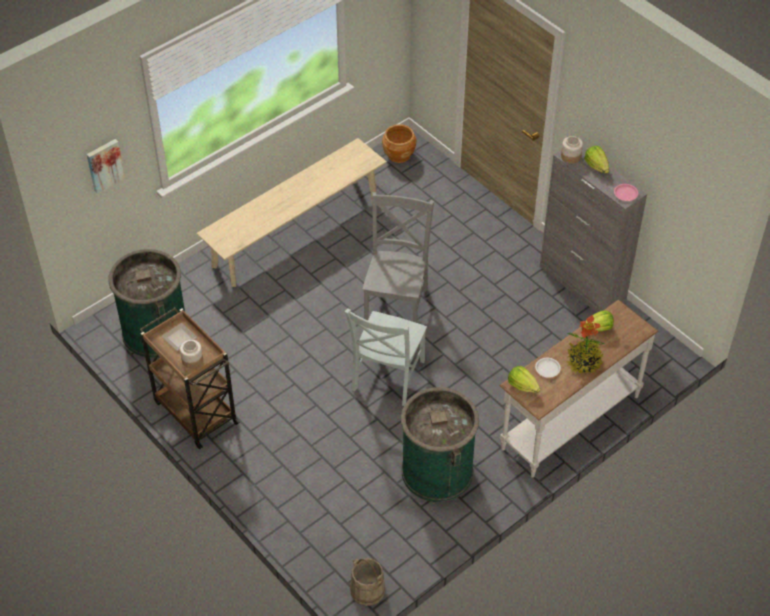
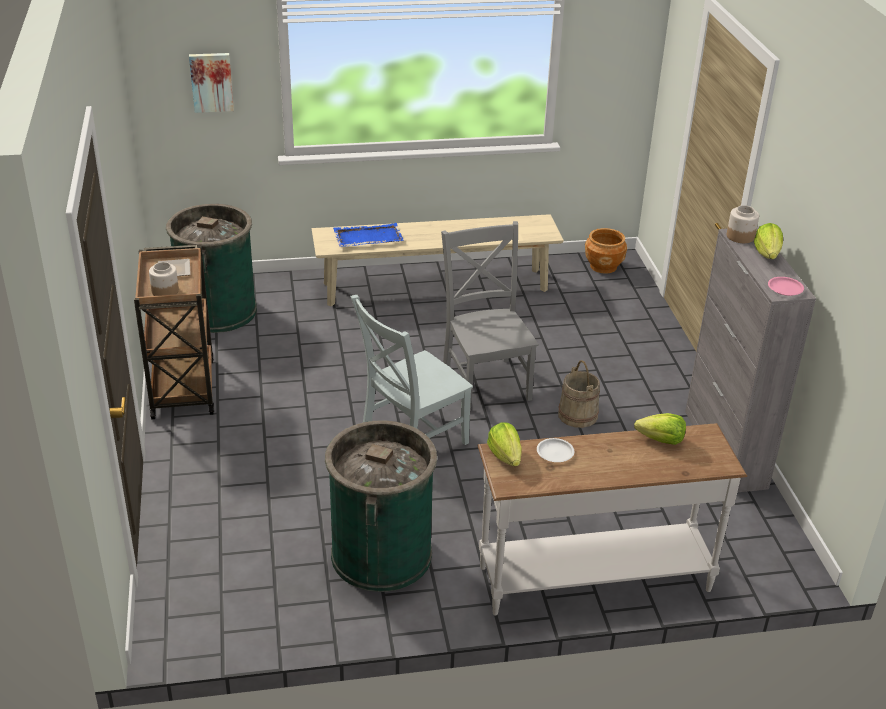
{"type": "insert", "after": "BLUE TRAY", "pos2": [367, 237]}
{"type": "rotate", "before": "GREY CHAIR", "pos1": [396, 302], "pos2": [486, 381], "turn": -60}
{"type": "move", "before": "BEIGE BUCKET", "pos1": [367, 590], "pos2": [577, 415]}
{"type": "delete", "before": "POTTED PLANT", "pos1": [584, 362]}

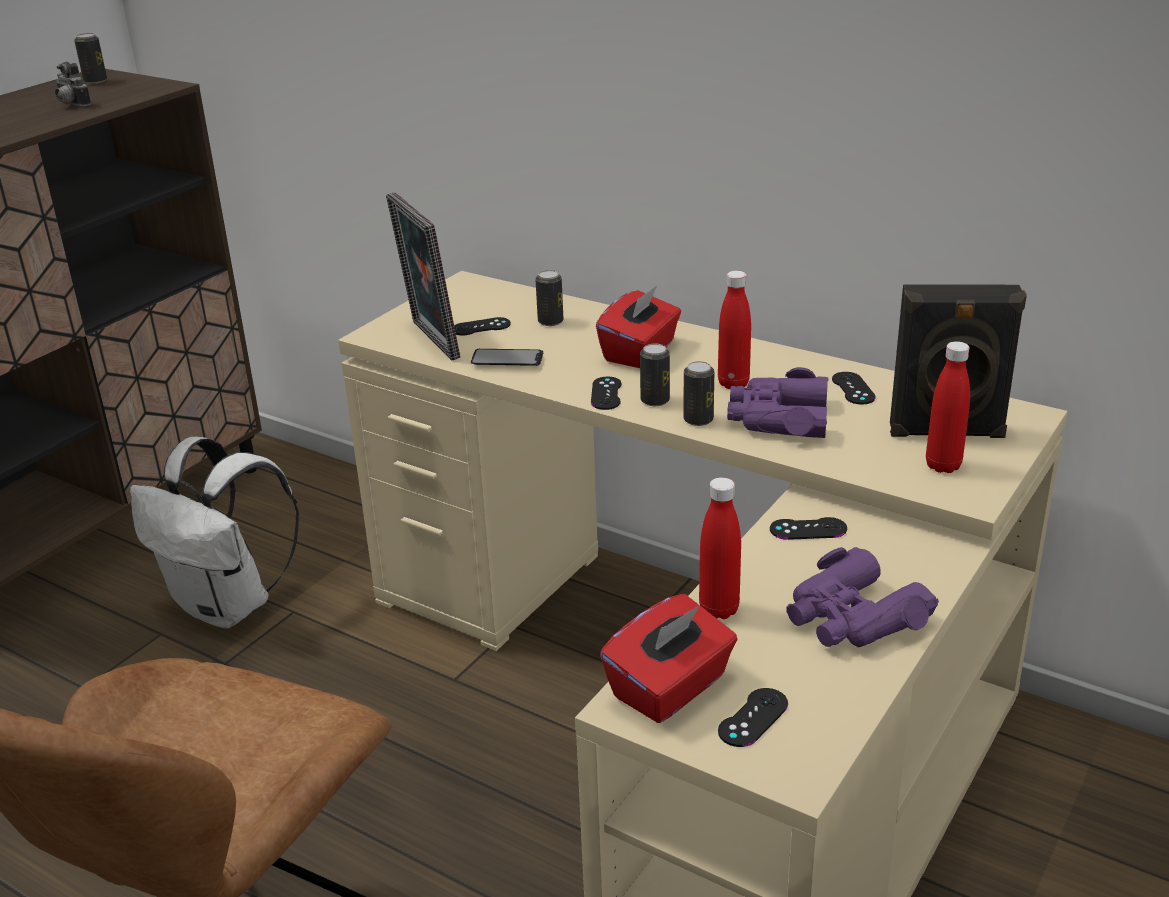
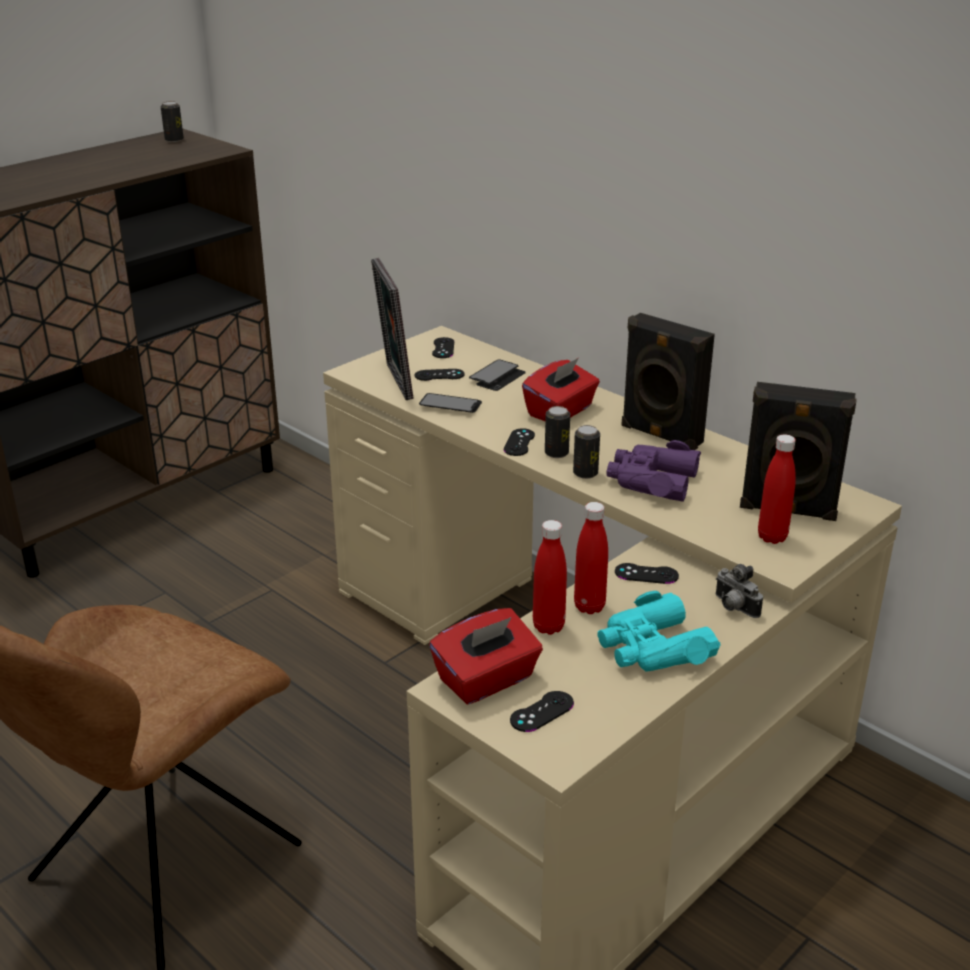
{"type": "move", "before": "BLACK GAME CONTROLLER", "pos1": [853, 388], "pos2": [443, 348]}
{"type": "replace", "before": "CAN", "after": "PHONE", "pos1": [550, 321], "pos2": [497, 377]}
{"type": "move", "before": "RED BOTTLE", "pos1": [733, 383], "pos2": [589, 606]}
{"type": "recolor", "before": "PURPLE BINOCULARS", "after": "TURQUOISE BINOCULARS", "pos1": [852, 618], "pos2": [652, 648]}
{"type": "insert", "after": "BLACK SPEAKER", "pos2": [660, 435]}
{"type": "move", "before": "PHOTO CAMERA", "pos1": [71, 104], "pos2": [733, 608]}
{"type": "delete", "before": "WHITE BACKPACK", "pos1": [229, 606]}

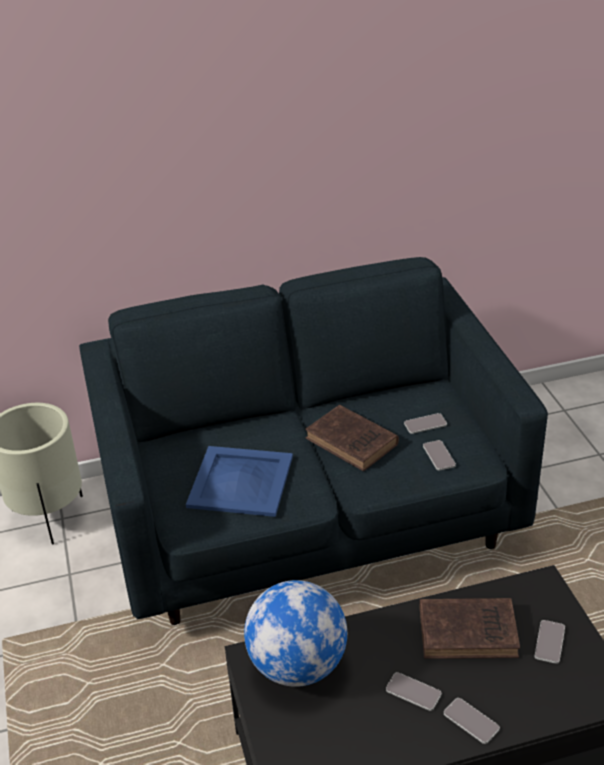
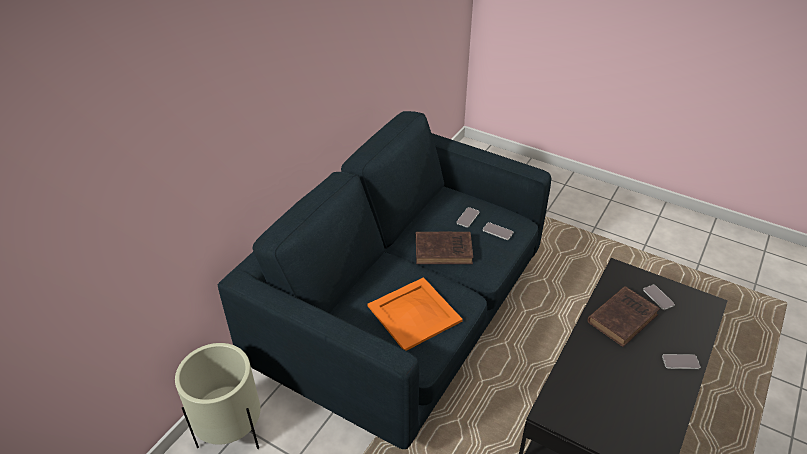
{"type": "recolor", "before": "BLUE TRAY", "after": "ORANGE TRAY", "pos1": [240, 481], "pos2": [413, 313]}
{"type": "delete", "before": "GLOBE", "pos1": [298, 666]}
{"type": "delete", "before": "PHONE", "pos1": [413, 692]}

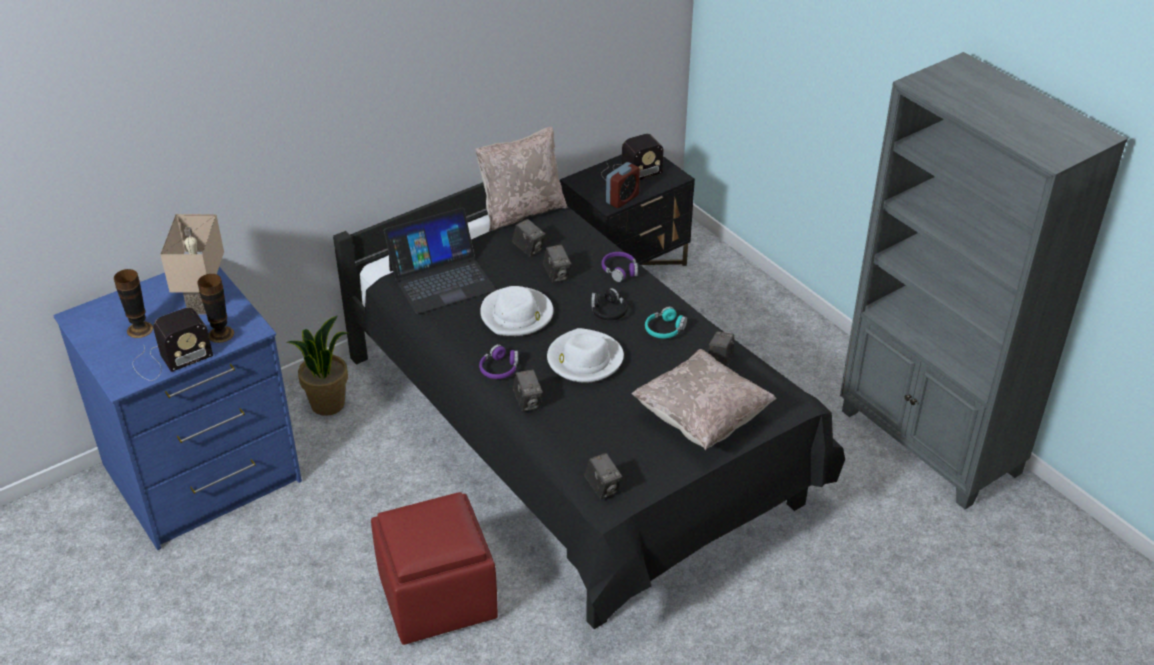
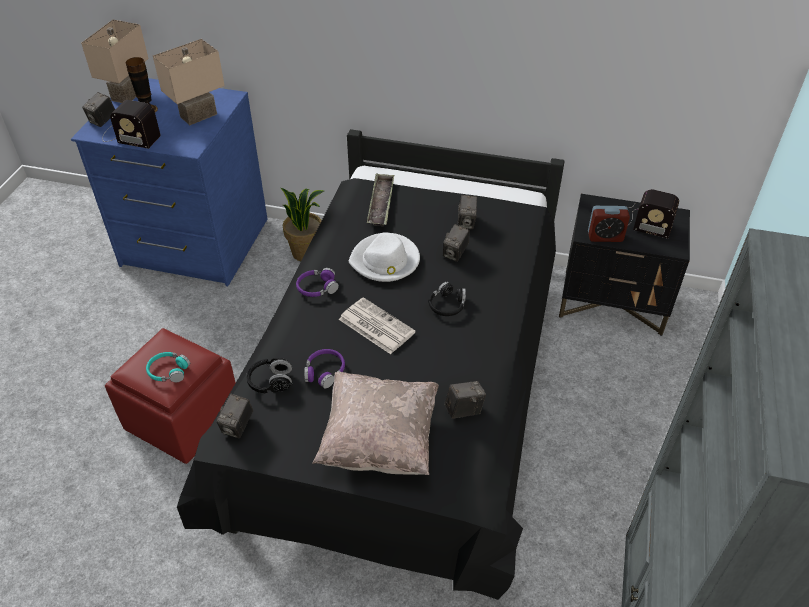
{"type": "insert", "after": "BEIGE TABLE LAMP", "pos2": [127, 94]}
{"type": "move", "before": "PHOTO CAMERA", "pos1": [528, 402], "pos2": [103, 121]}
{"type": "move", "before": "TURQUOISE HEADPHONES", "pos1": [664, 329], "pos2": [168, 371]}
{"type": "insert", "after": "BLACK HEADPHONES", "pos2": [271, 382]}
{"type": "move", "before": "PURPLE HEADPHONES", "pos1": [619, 270], "pos2": [324, 372]}
{"type": "replace", "before": "WHITE HAT", "after": "NEWSPAPER", "pos1": [584, 359], "pos2": [375, 326]}
{"type": "replace", "before": "LAPTOP", "after": "TRAY", "pos1": [441, 279], "pos2": [381, 203]}
{"type": "delete", "before": "VASE", "pos1": [221, 334]}
{"type": "delete", "before": "BEIGE PILLOW", "pos1": [522, 211]}

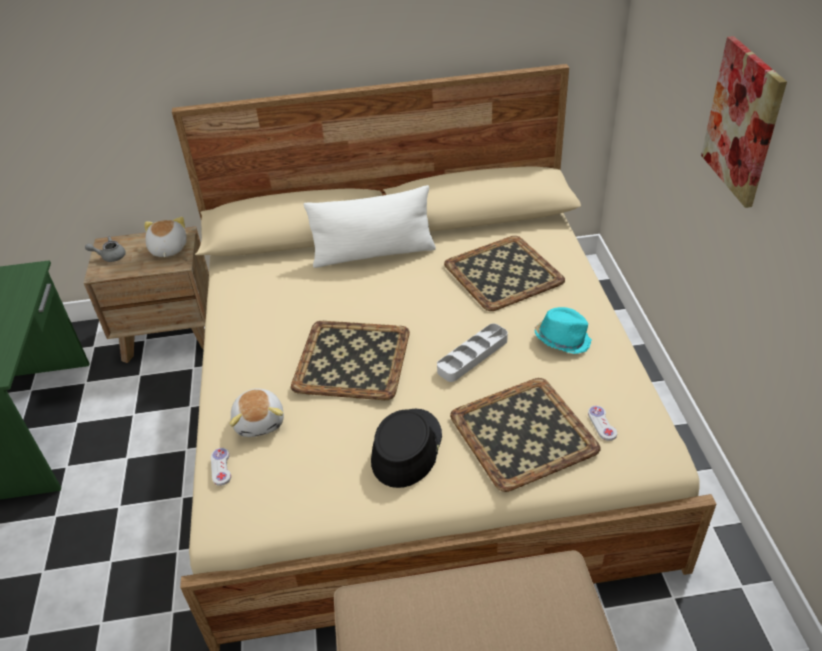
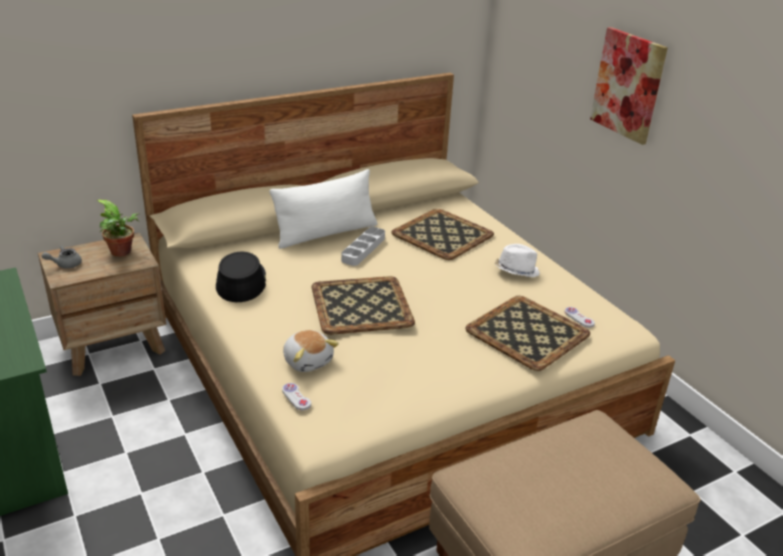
{"type": "replace", "before": "PLUSH TOY", "after": "POTTED PLANT", "pos1": [167, 249], "pos2": [123, 252]}
{"type": "move", "before": "BLACK HAT", "pos1": [406, 448], "pos2": [241, 282]}
{"type": "move", "before": "GREY TRAY", "pos1": [472, 356], "pos2": [363, 249]}
{"type": "recolor", "before": "TURQUOISE HAT", "after": "WHITE HAT", "pos1": [562, 339], "pos2": [516, 271]}

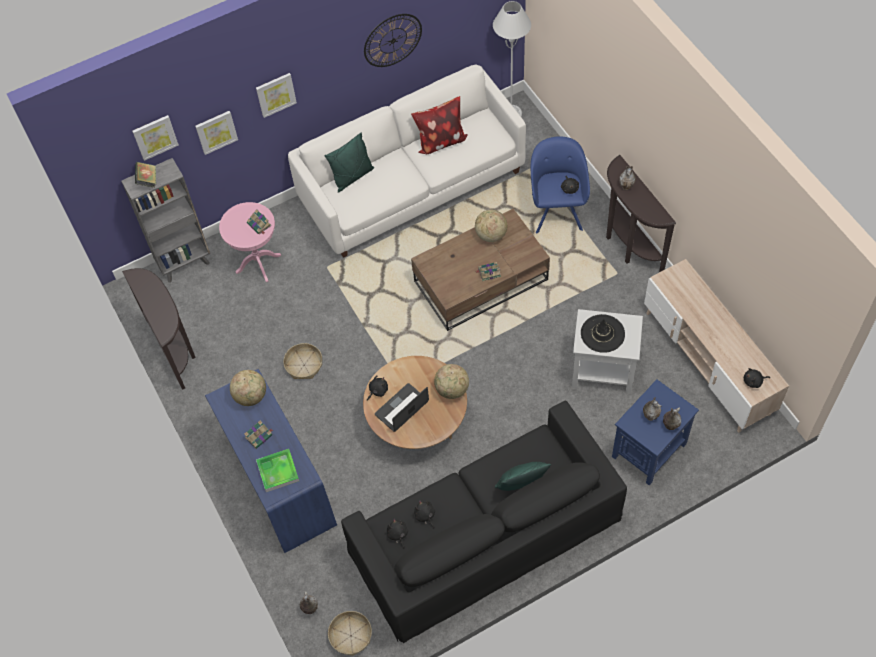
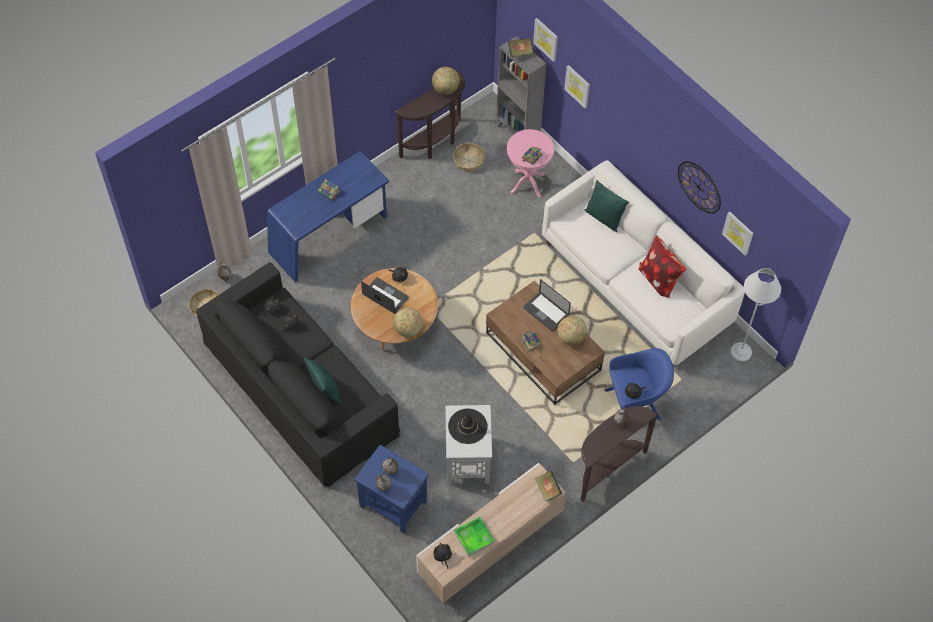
{"type": "move", "before": "GLOBE", "pos1": [251, 396], "pos2": [445, 89]}
{"type": "move", "before": "BASKET", "pos1": [304, 365], "pos2": [469, 160]}
{"type": "move", "before": "TRAY", "pos1": [278, 471], "pos2": [474, 537]}
{"type": "insert", "after": "LAPTOP", "pos2": [545, 312]}
{"type": "insert", "after": "BOOK", "pos2": [548, 489]}
{"type": "move", "before": "PICTURE", "pos1": [275, 94], "pos2": [738, 232]}

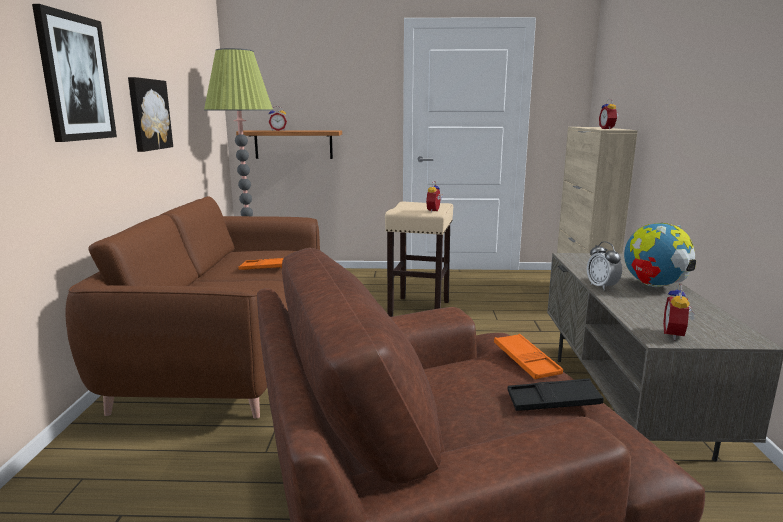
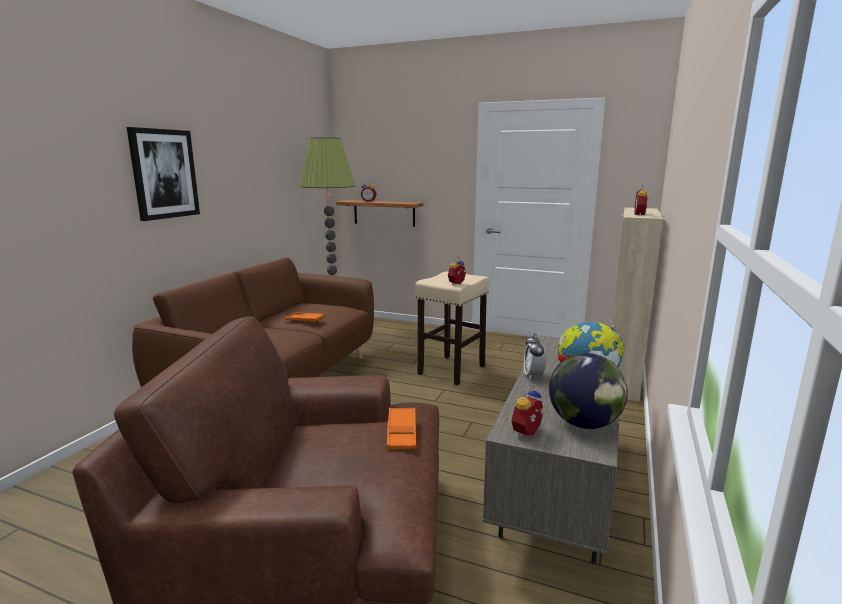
{"type": "insert", "after": "GLOBE", "pos2": [583, 424]}
{"type": "delete", "before": "PICTURE", "pos1": [148, 114]}
{"type": "delete", "before": "BLACK TRAY", "pos1": [553, 401]}

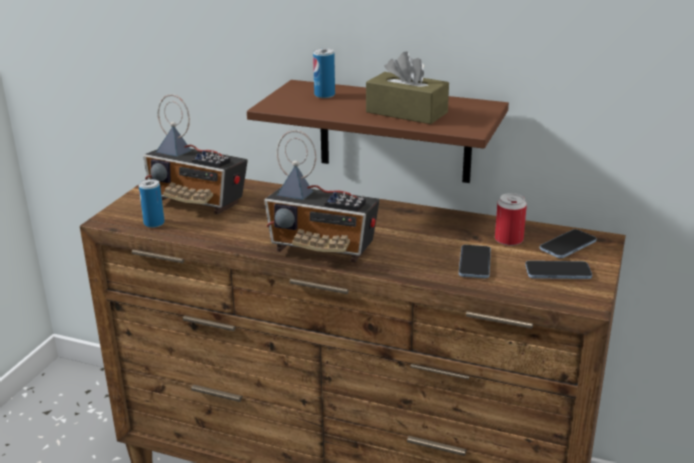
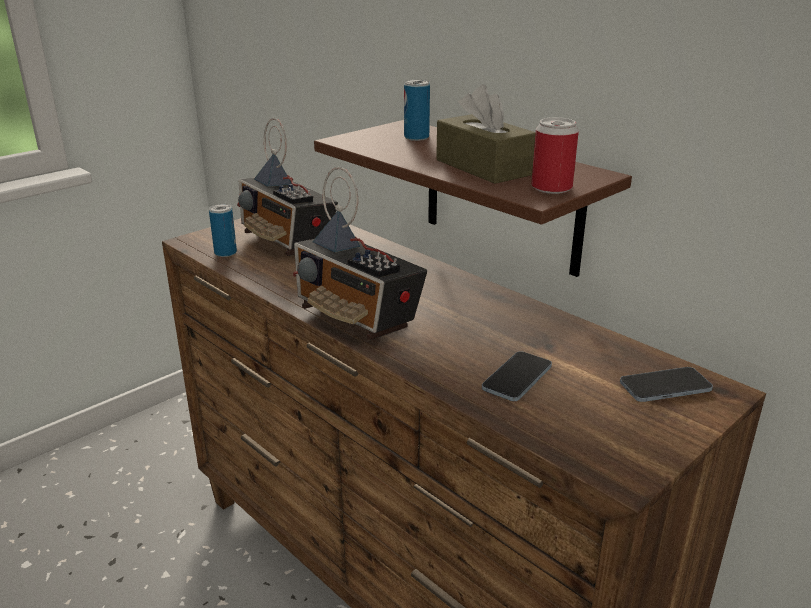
{"type": "move", "before": "CAN", "pos1": [508, 240], "pos2": [551, 188]}
{"type": "delete", "before": "PHONE", "pos1": [558, 272]}

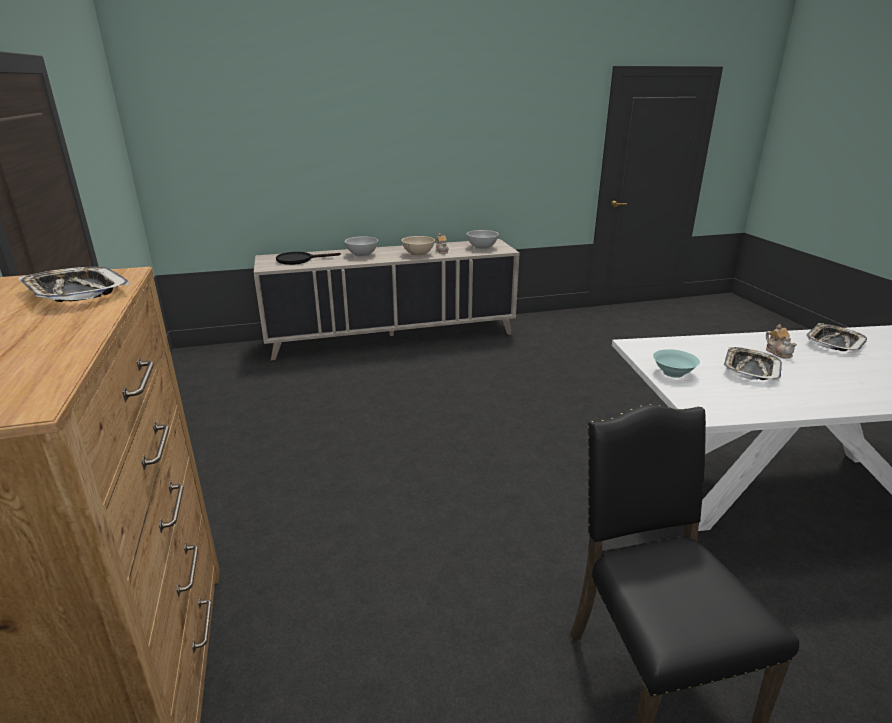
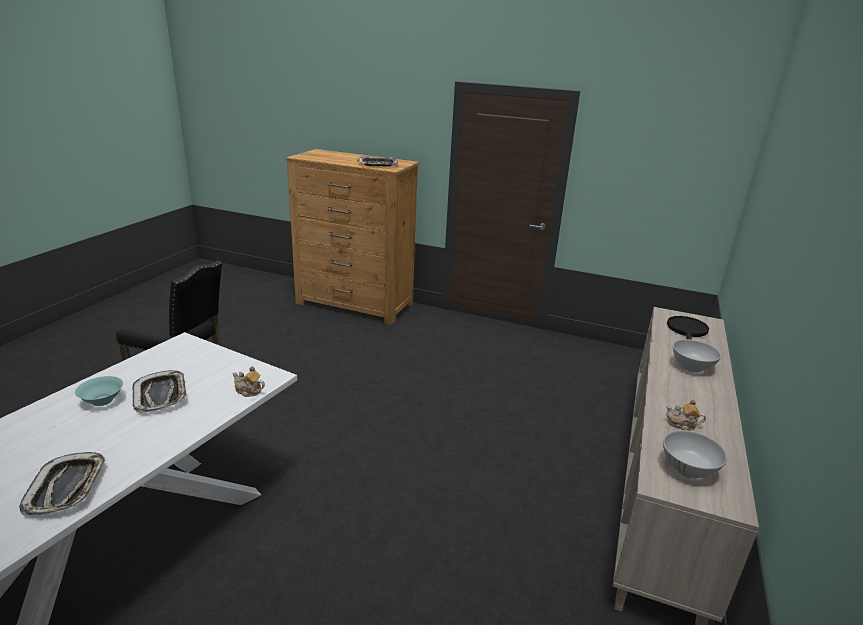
{"type": "move", "before": "TURQUOISE BOWL", "pos1": [672, 373], "pos2": [103, 400]}
{"type": "move", "before": "TEAPOT", "pos1": [778, 352], "pos2": [248, 391]}
{"type": "delete", "before": "BEIGE BOWL", "pos1": [418, 254]}

